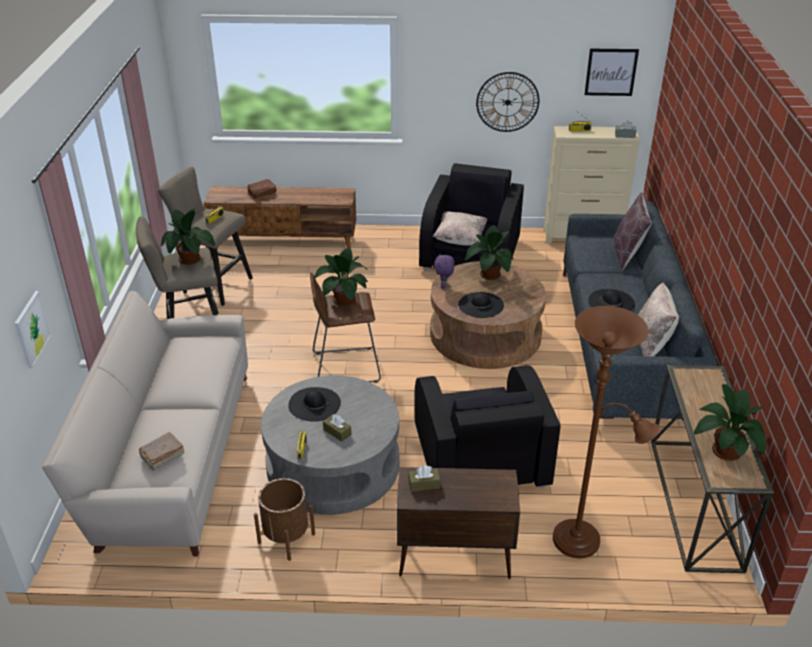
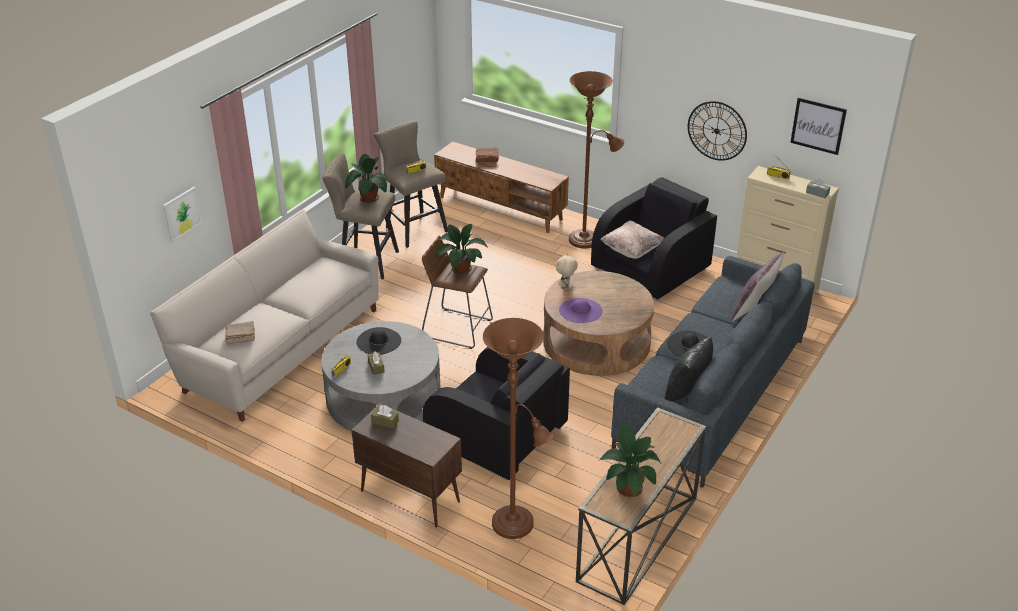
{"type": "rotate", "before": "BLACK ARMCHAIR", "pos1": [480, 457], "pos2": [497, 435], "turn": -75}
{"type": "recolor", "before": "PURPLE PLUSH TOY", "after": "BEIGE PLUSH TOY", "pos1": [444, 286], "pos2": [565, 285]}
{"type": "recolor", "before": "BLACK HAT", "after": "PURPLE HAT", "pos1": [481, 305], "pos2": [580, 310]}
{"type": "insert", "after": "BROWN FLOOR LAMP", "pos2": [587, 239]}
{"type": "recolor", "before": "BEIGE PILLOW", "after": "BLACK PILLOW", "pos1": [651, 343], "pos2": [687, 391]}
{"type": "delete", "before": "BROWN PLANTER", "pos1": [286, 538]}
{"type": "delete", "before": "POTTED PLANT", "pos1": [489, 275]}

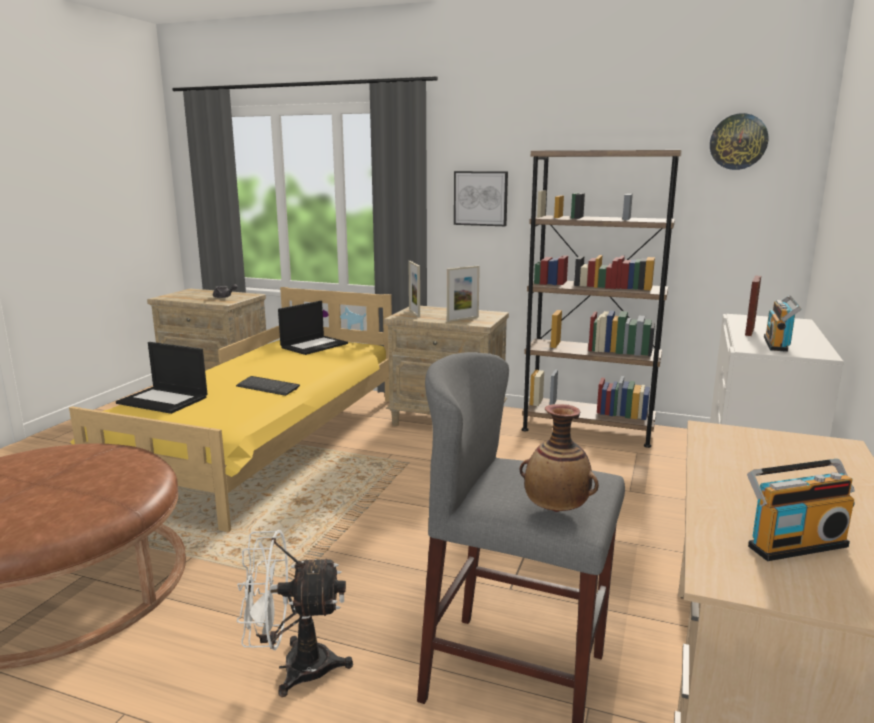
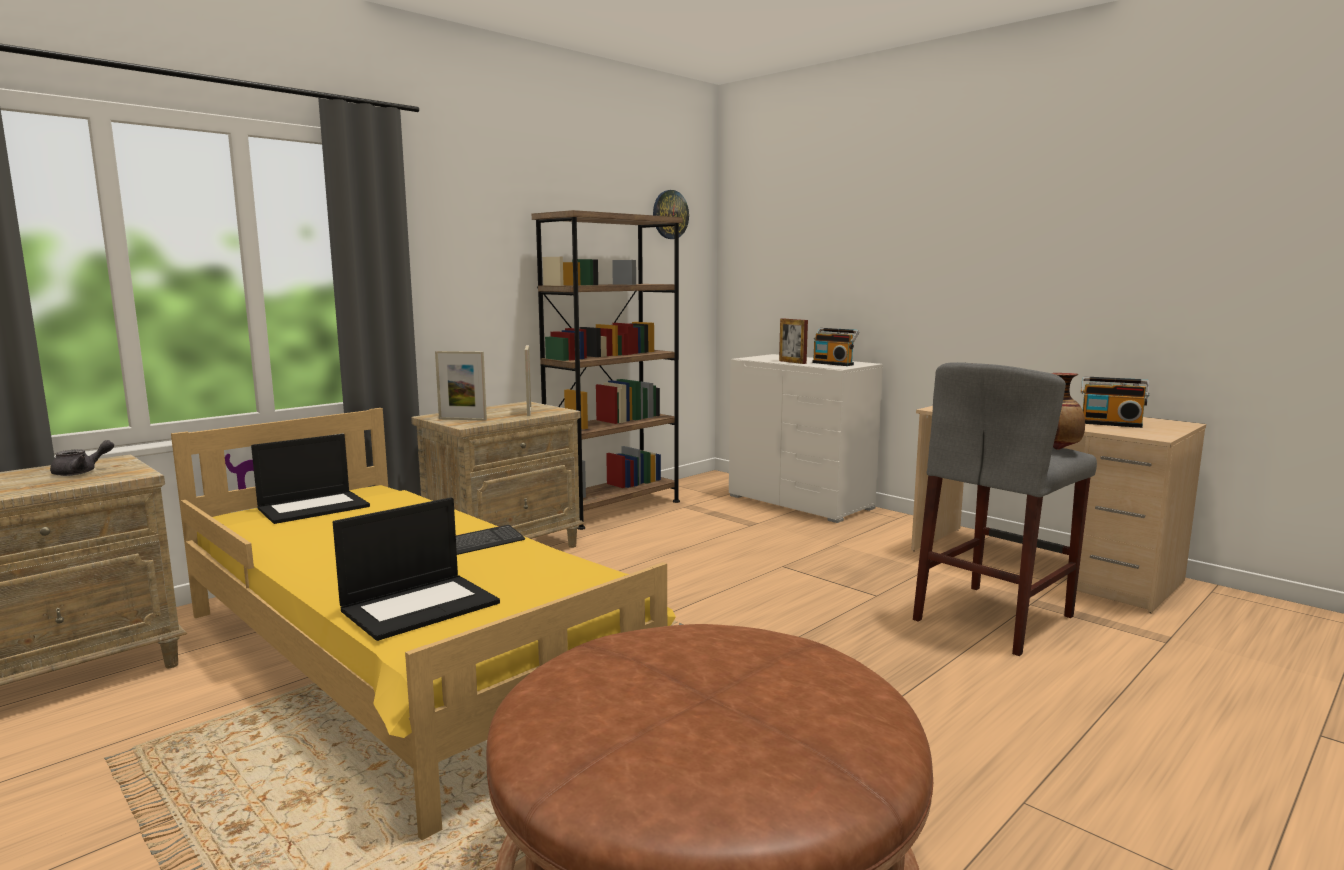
{"type": "rotate", "before": "LAPTOP", "pos1": [314, 345], "pos2": [314, 507], "turn": 75}
{"type": "rotate", "before": "RADIO", "pos1": [794, 544], "pos2": [1110, 423], "turn": 105}
{"type": "delete", "before": "WHITE FAN", "pos1": [294, 668]}
{"type": "delete", "before": "PICTURE", "pos1": [481, 198]}

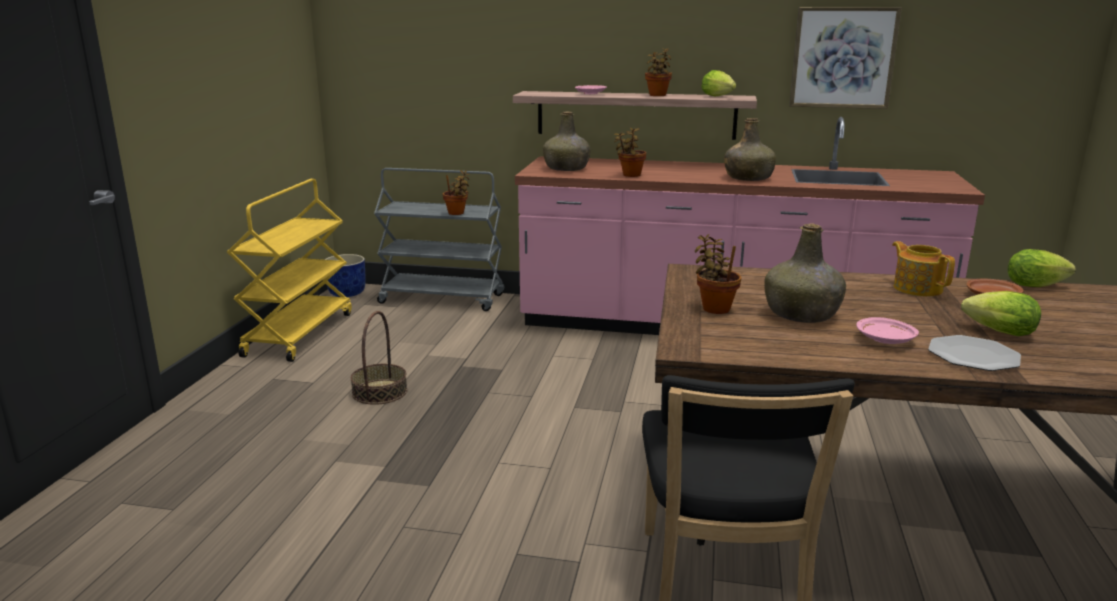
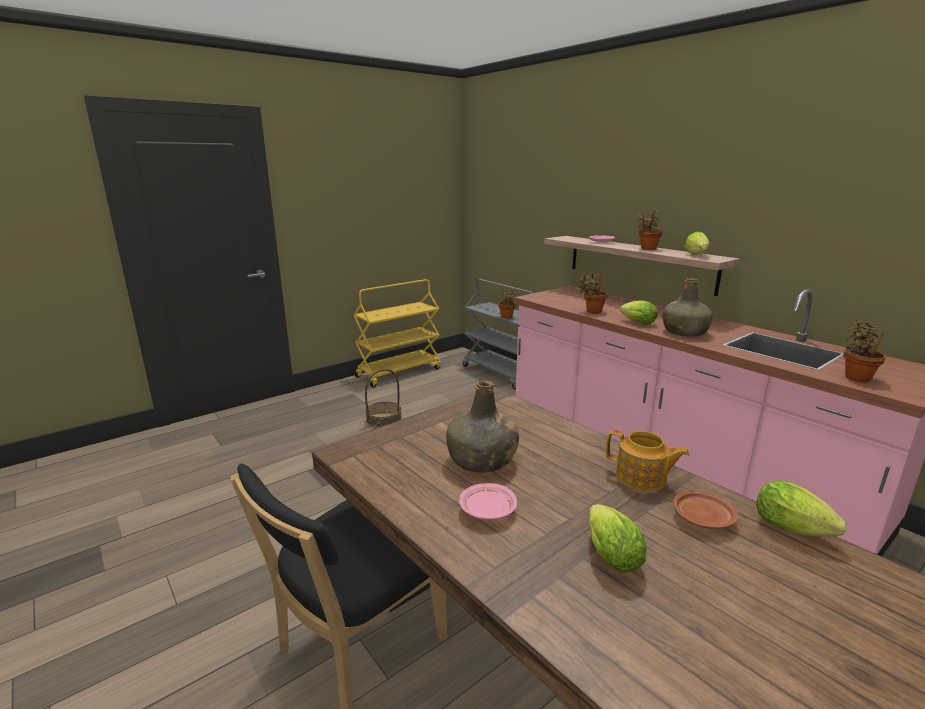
{"type": "rotate", "before": "TEAPOT", "pos1": [917, 288], "pos2": [642, 478], "turn": 105}
{"type": "insert", "after": "LETTUCE", "pos2": [636, 322]}
{"type": "move", "before": "POTTED PLANT", "pos1": [714, 308], "pos2": [856, 377]}
{"type": "delete", "before": "BLUE PLANTER", "pos1": [347, 292]}
{"type": "delete", "before": "GREEN BOTTLE", "pos1": [567, 168]}
{"type": "delete", "before": "PICTURE", "pos1": [843, 58]}
{"type": "delete", "before": "PLATE", "pos1": [973, 355]}

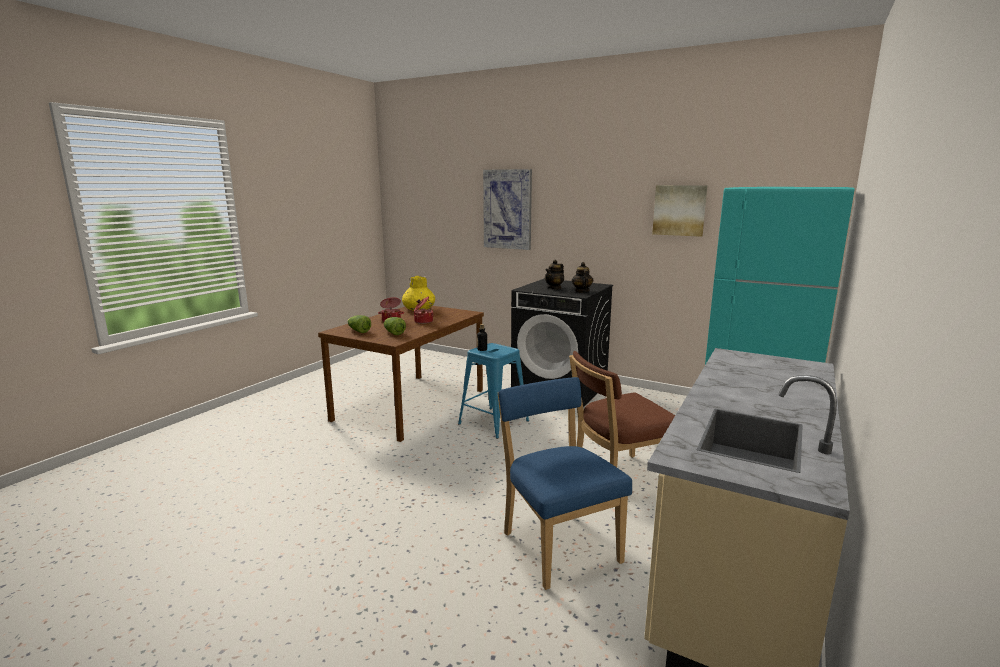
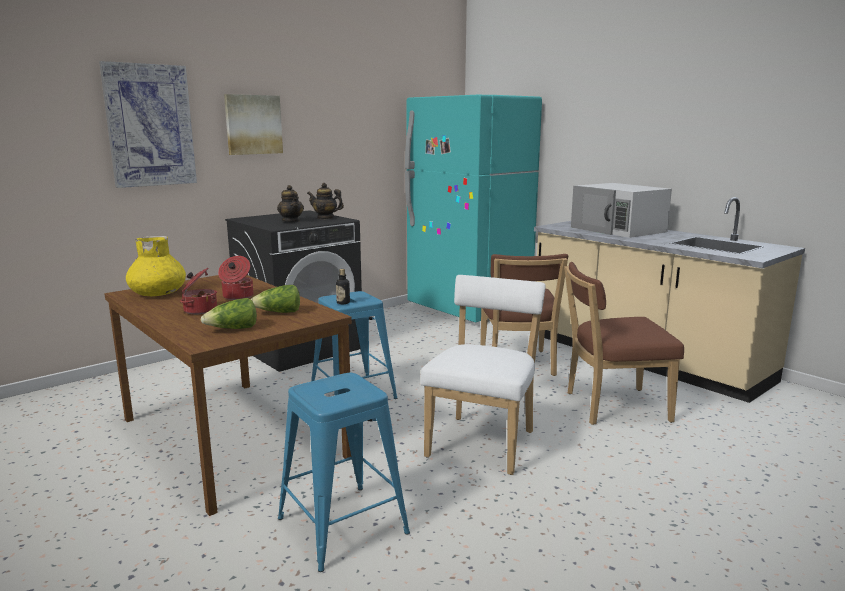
{"type": "move", "before": "PICTURE", "pos1": [679, 210], "pos2": [253, 124]}
{"type": "insert", "after": "BLUE STOOL", "pos2": [343, 525]}
{"type": "insert", "after": "WHITE CHAIR", "pos2": [483, 441]}
{"type": "recolor", "before": "BLUE CHAIR", "after": "BROWN CHAIR", "pos1": [558, 544], "pos2": [611, 407]}
{"type": "insert", "after": "WHITE MICROWAVE", "pos2": [618, 229]}

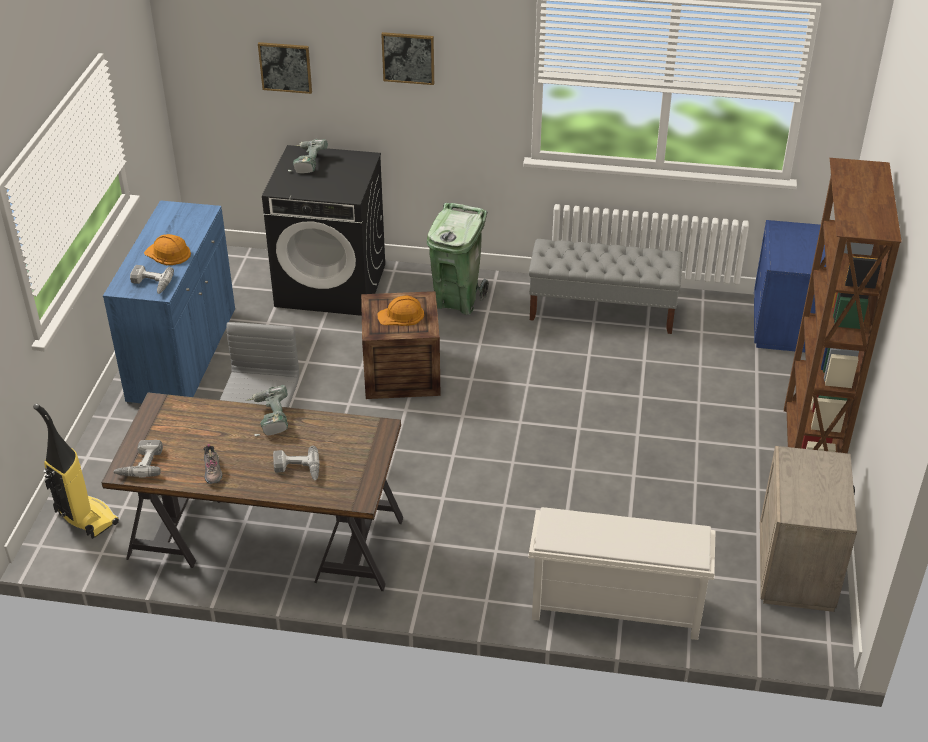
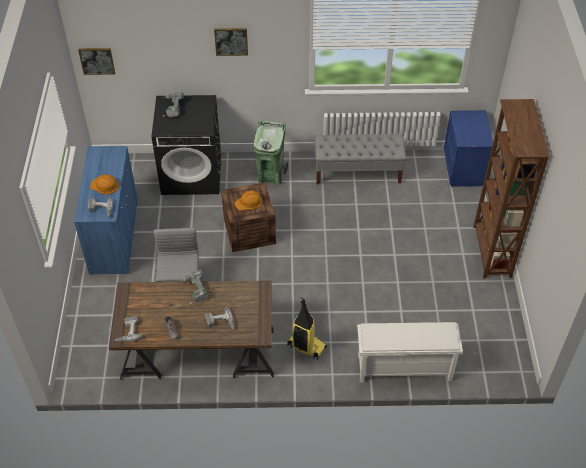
{"type": "move", "before": "PICTURE", "pos1": [285, 67], "pos2": [97, 60]}
{"type": "move", "before": "VACUUM CLEANER", "pos1": [85, 518], "pos2": [306, 347]}
{"type": "delete", "before": "BEIGE NIGHTSTAND", "pos1": [797, 569]}

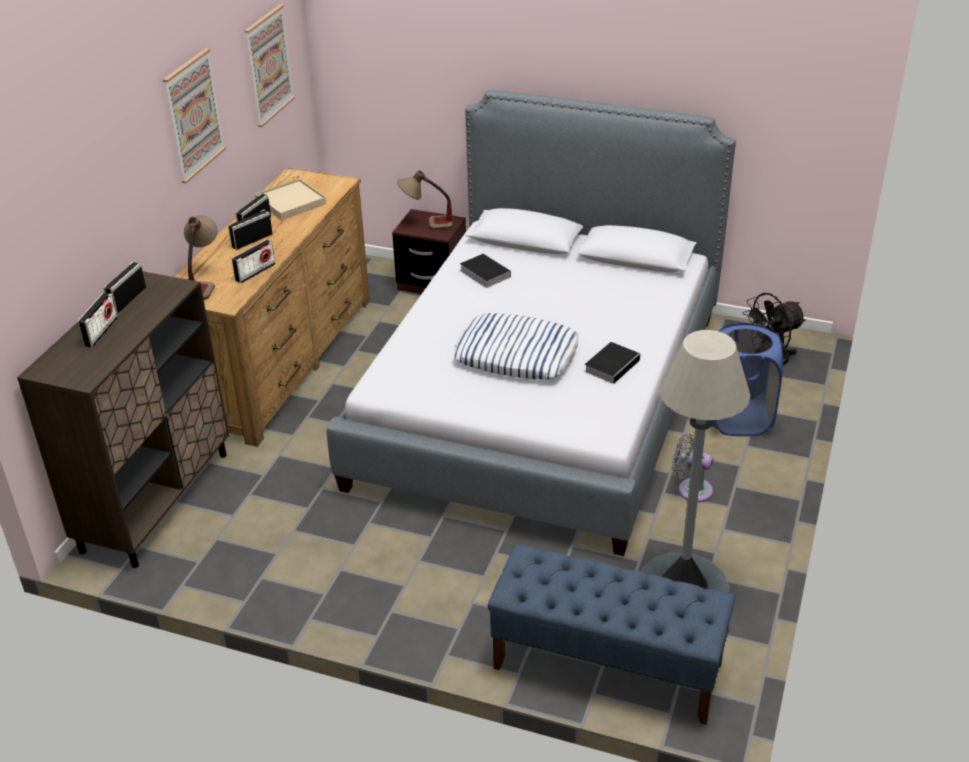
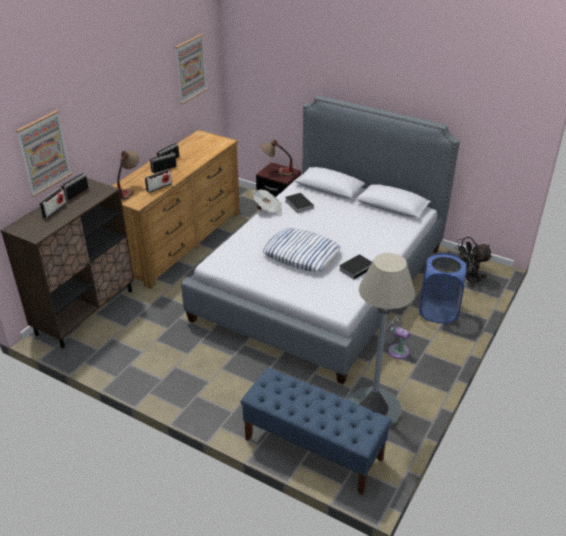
{"type": "move", "before": "PICTURE", "pos1": [193, 115], "pos2": [44, 153]}
{"type": "insert", "after": "NEWSPAPER", "pos2": [268, 209]}
{"type": "delete", "before": "BEIGE TRAY", "pos1": [290, 202]}

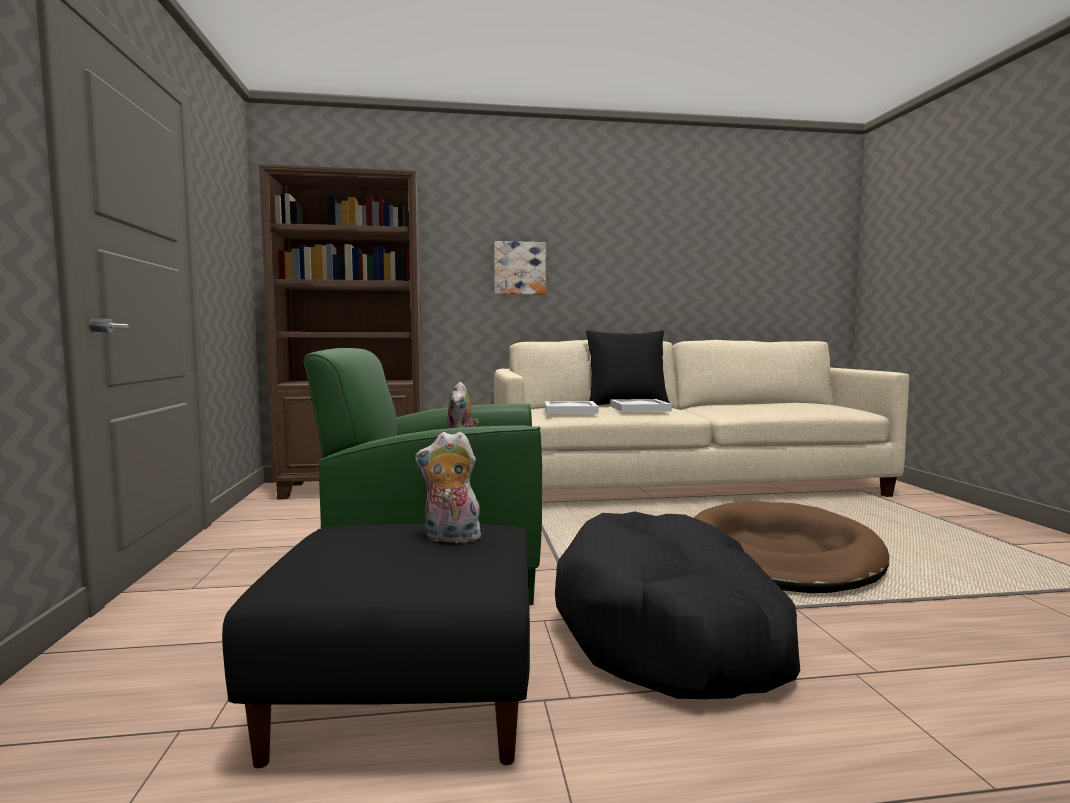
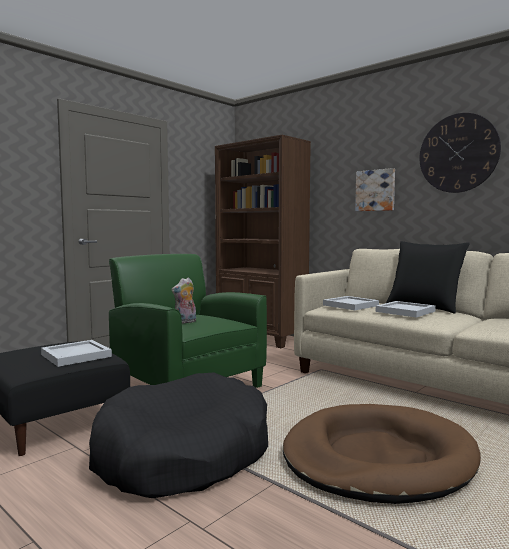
{"type": "replace", "before": "PLUSH TOY", "after": "WHITE TRAY", "pos1": [450, 539], "pos2": [77, 355]}
{"type": "insert", "after": "WALL CLOCK", "pos2": [458, 153]}

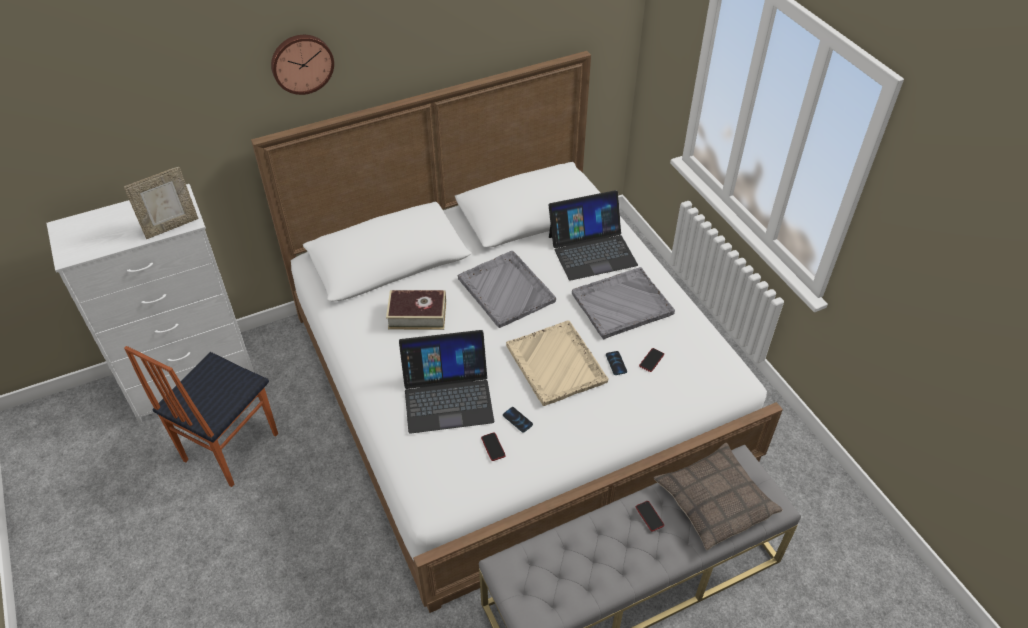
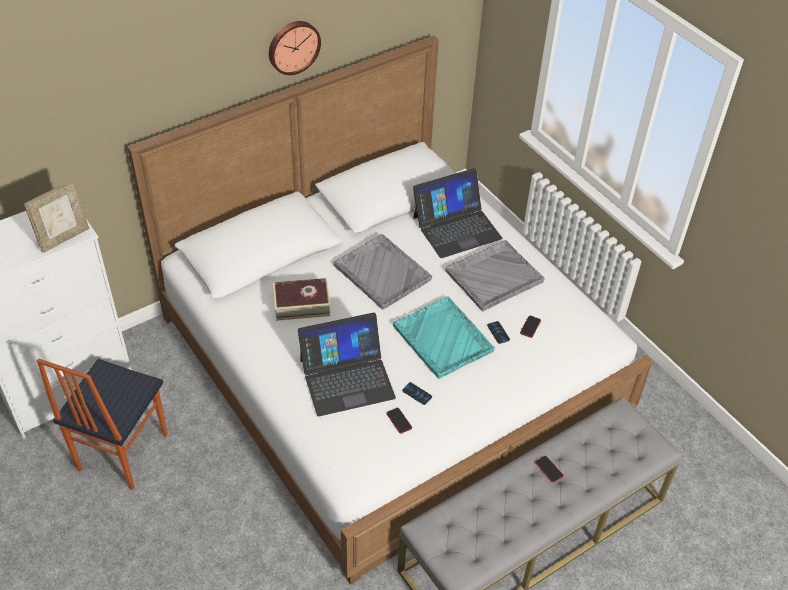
{"type": "move", "before": "WALL CLOCK", "pos1": [301, 63], "pos2": [293, 46]}
{"type": "recolor", "before": "BEIGE TRAY", "after": "TURQUOISE TRAY", "pos1": [556, 364], "pos2": [443, 339]}
{"type": "delete", "before": "PILLOW", "pos1": [714, 501]}

